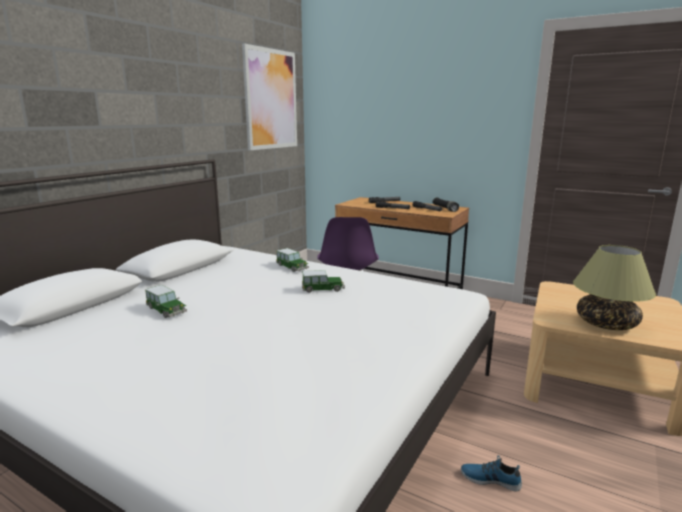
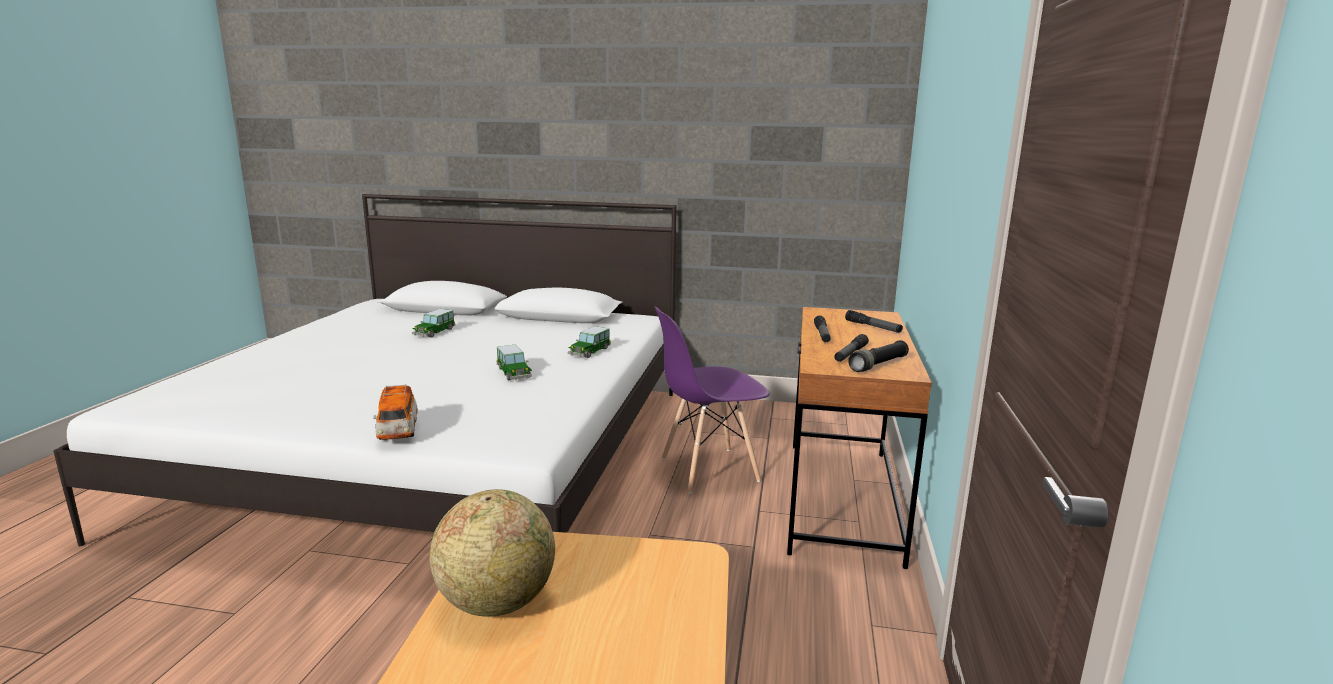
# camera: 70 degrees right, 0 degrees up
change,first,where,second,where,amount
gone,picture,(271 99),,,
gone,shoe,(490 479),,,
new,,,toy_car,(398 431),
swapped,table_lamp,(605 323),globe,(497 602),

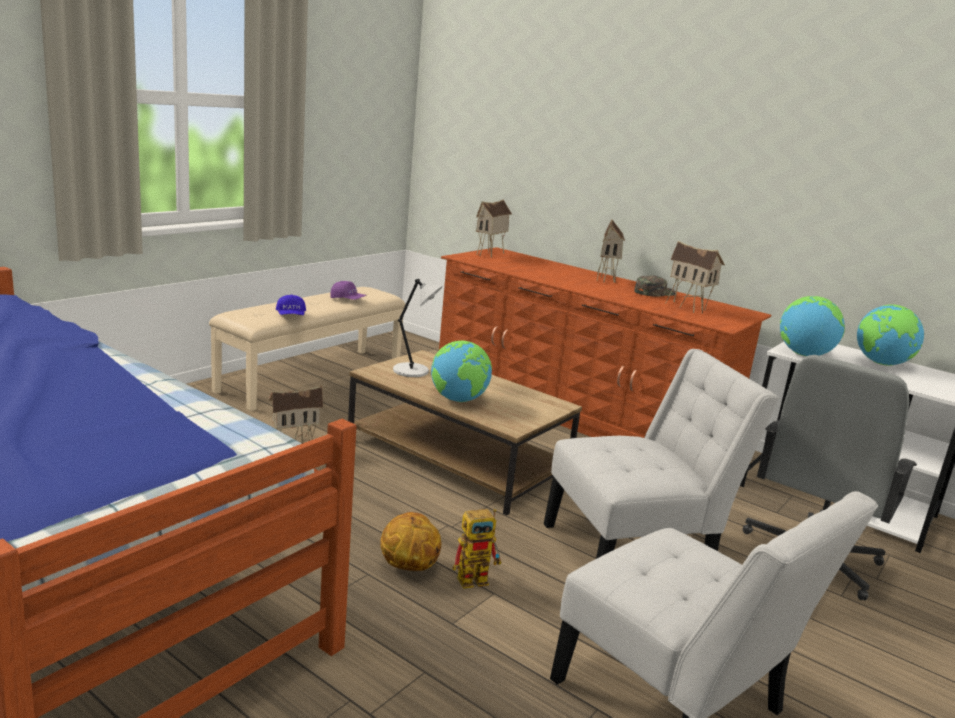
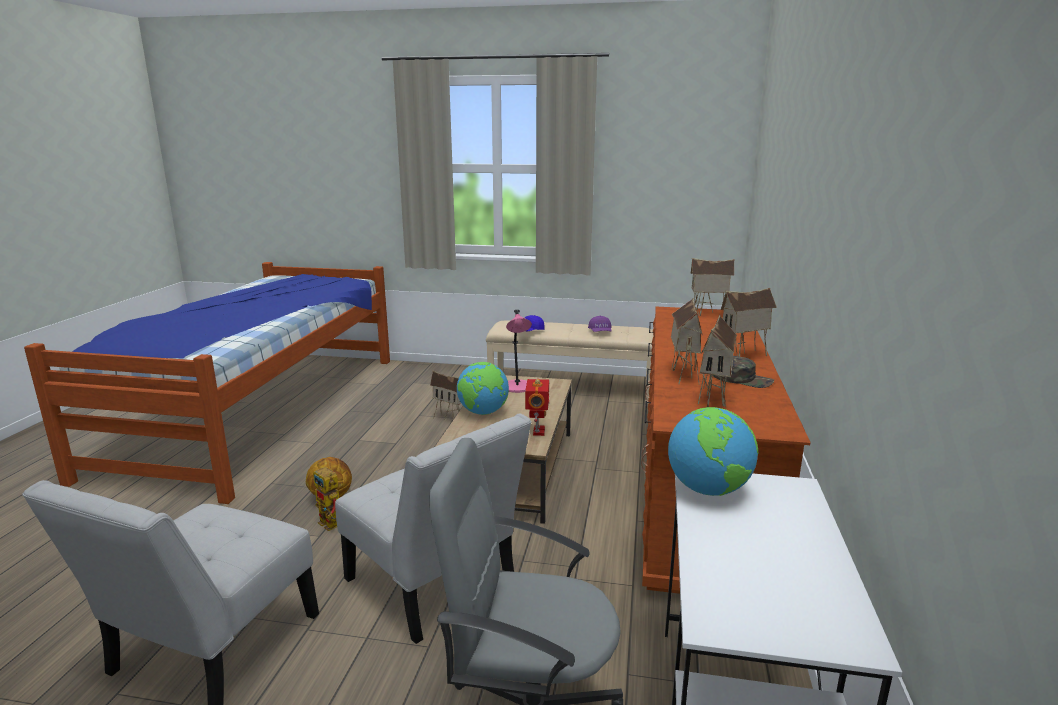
# camera: 65 degrees right, 0 degrees up
change,first,where,second,where,amount
gone,globe,(881 363),,,
new,,,toy_robot,(537 431),
new,,,toy_house,(683 375),
repainted,grey_table_lamp,(413 371),pink_table_lamp,(517 387),

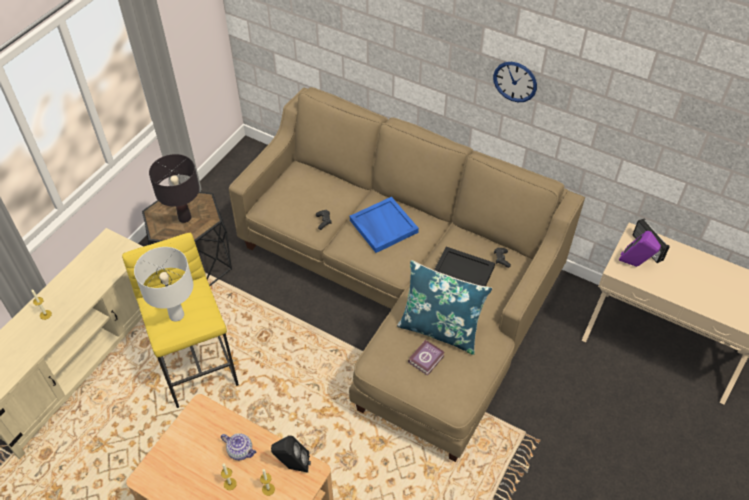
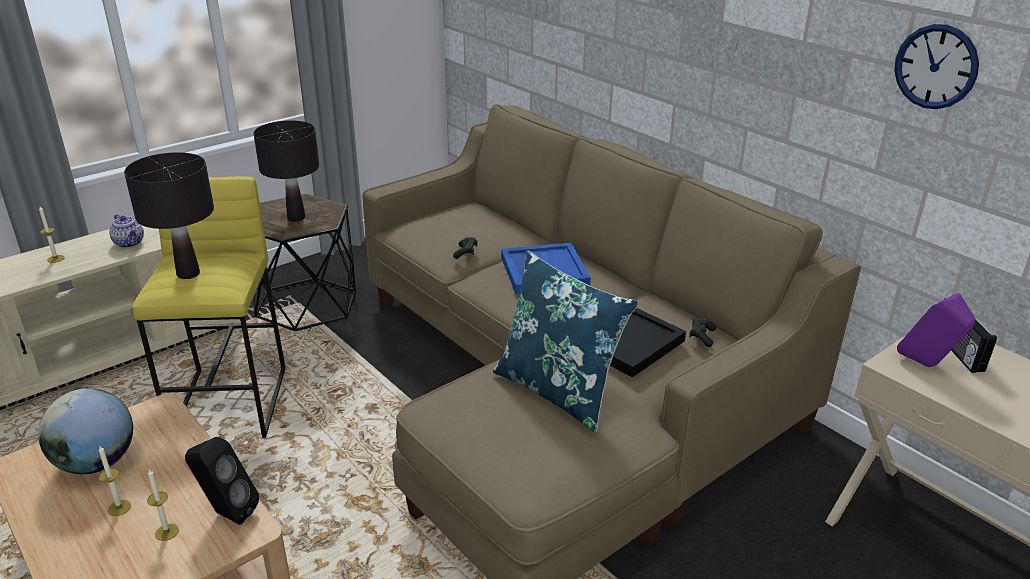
# camera: 20 degrees right, 20 degrees down
change,first,where,second,where,amount
gone,book,(427 359),,,
new,,,globe,(96 463),
shifted,teapot,(241 451),,(130 243),
shifted,wall_clock,(515 81),,(936 66),
repainted,white_table_lamp,(176 315),black_table_lamp,(188 273),

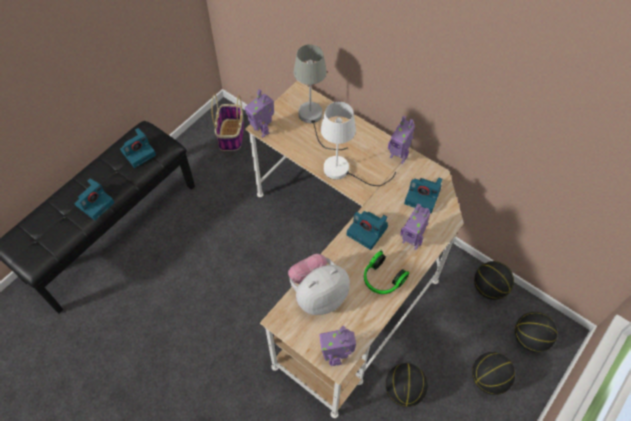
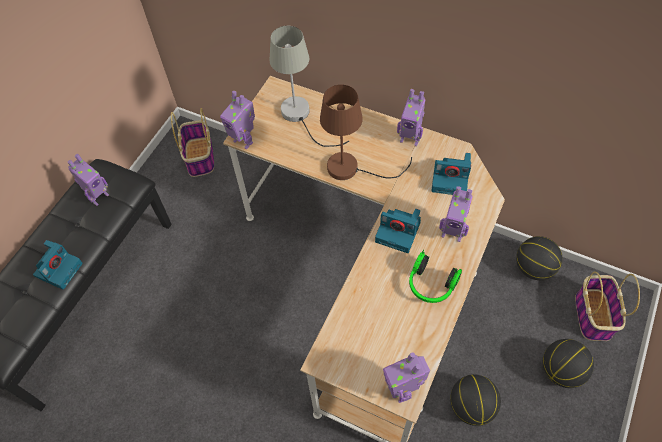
# camera: 10 degrees left, 0 degrees up
change,first,where,second,where,amount
gone,plush_toy,(318 294),,,
swapped,photo_camera,(138 152),toy_robot,(98 197),
swapped,basketball,(529 338),basket,(593 314),
repainted,white_table_lamp,(344 171),brown_table_lamp,(352 168),

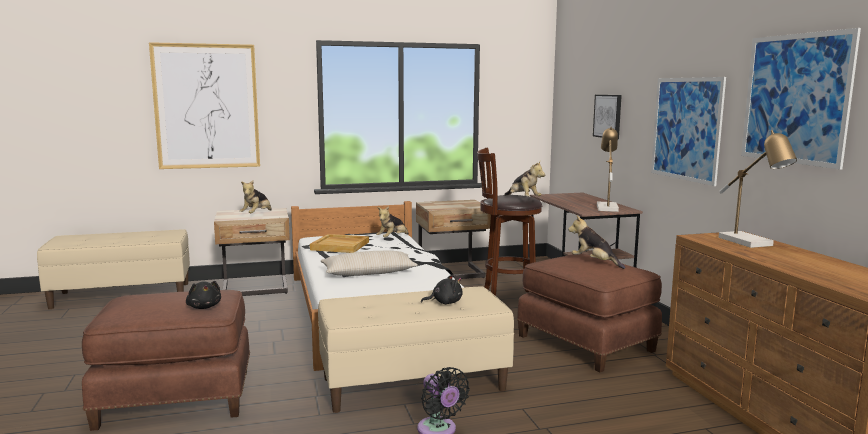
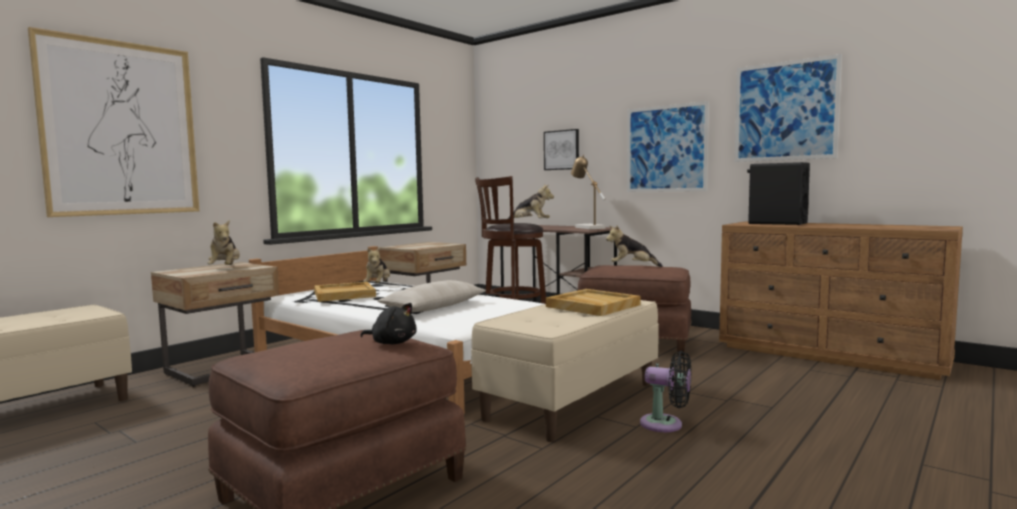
# camera: 35 degrees left, 5 degrees down
change,first,where,second,where,amount
swapped,black_plush_toy,(445 303),beige_tray,(592 306),
swapped,table_lamp,(751 243),black_speaker,(777 223),

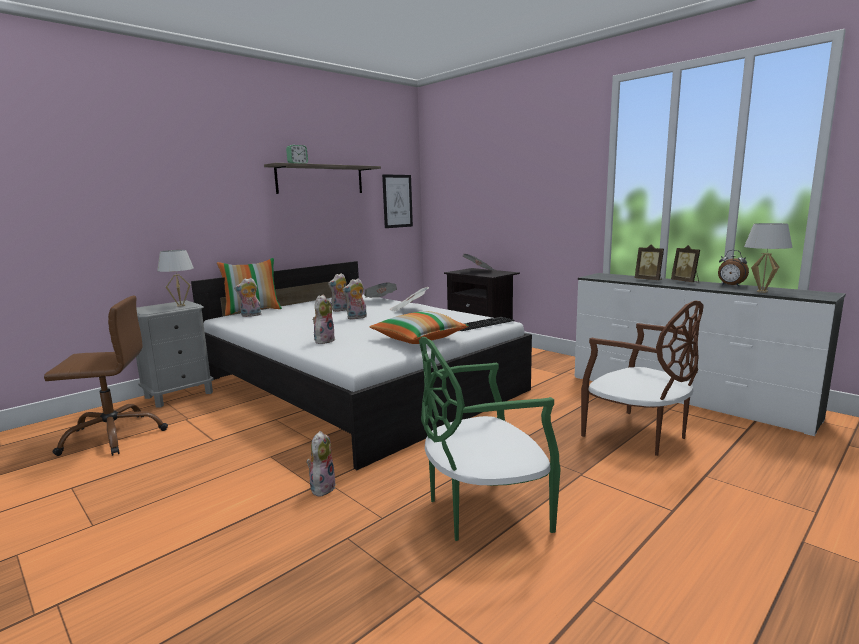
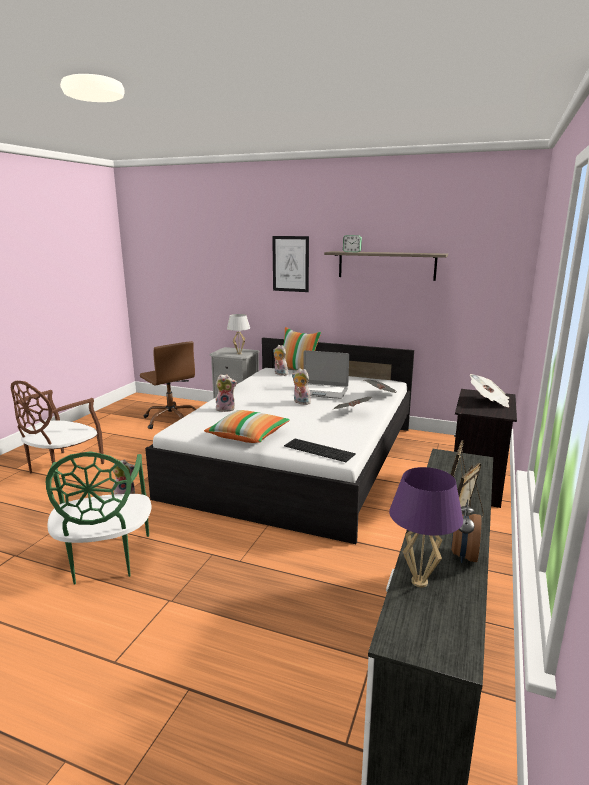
# camera: 65 degrees right, 5 degrees up
change,first,where,second,where,amount
shifted,picture,(397 201),,(290 264),
shifted,brown_chair,(638 435),,(62 467),
swapped,plush_toy,(341 310),laptop,(321 392),
repainted,white_table_lamp,(762 291),purple_table_lamp,(419 581),
rotated,green_chair,(483 509),,(105 560),150 degrees counterclockwise

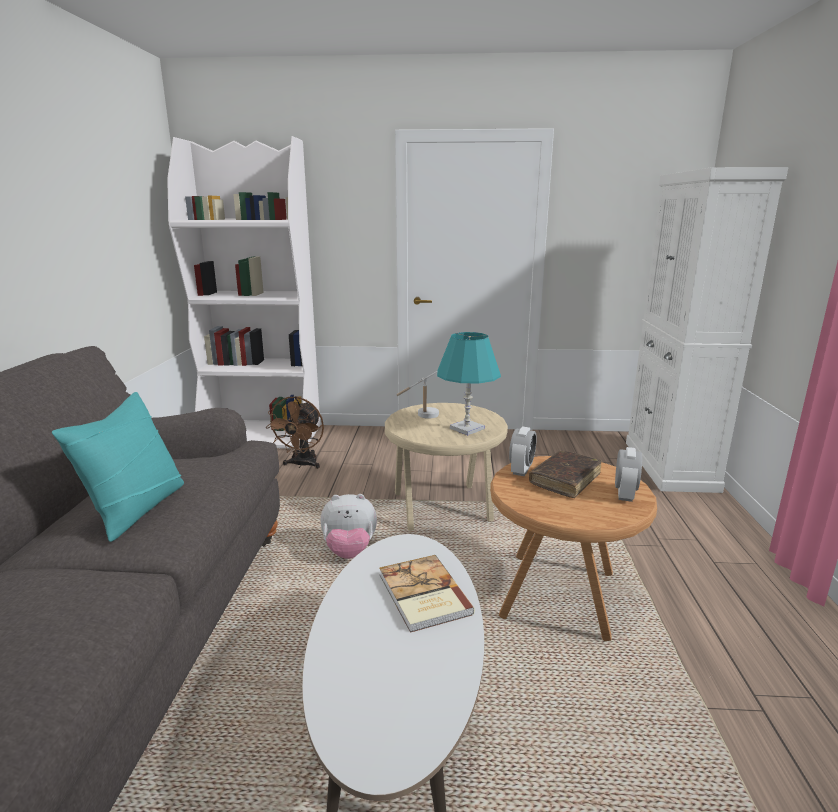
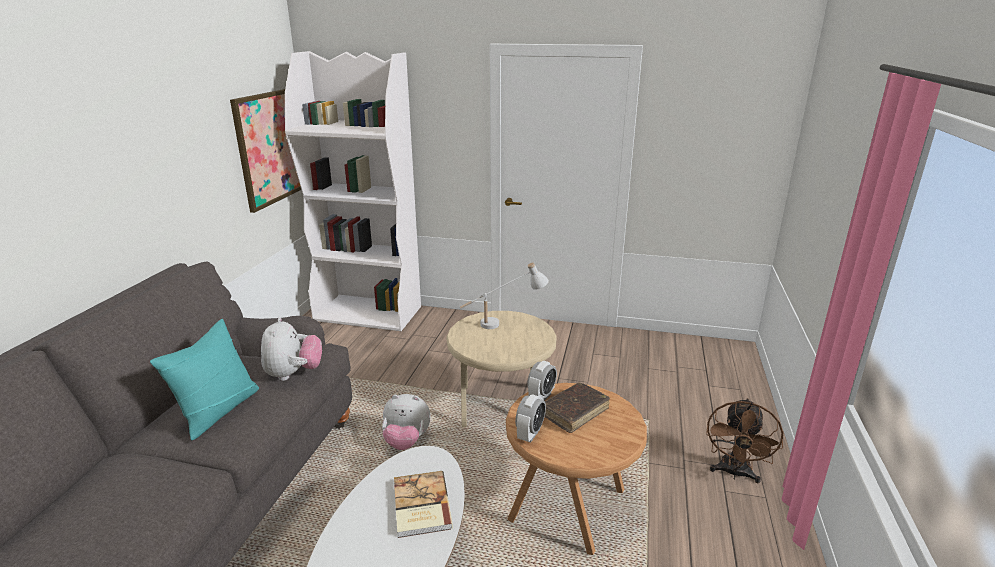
# camera: 10 degrees right, 5 degrees up
change,first,where,second,where,amount
gone,turquoise_table_lamp,(467 429),,,
gone,white_cabinet,(669 466),,,
new,,,picture,(272 147),
new,,,plush_toy,(294 374),
shifted,brown_fan,(302 465),,(734 473),
shifted,alarm_clock,(624 494),,(530 434),

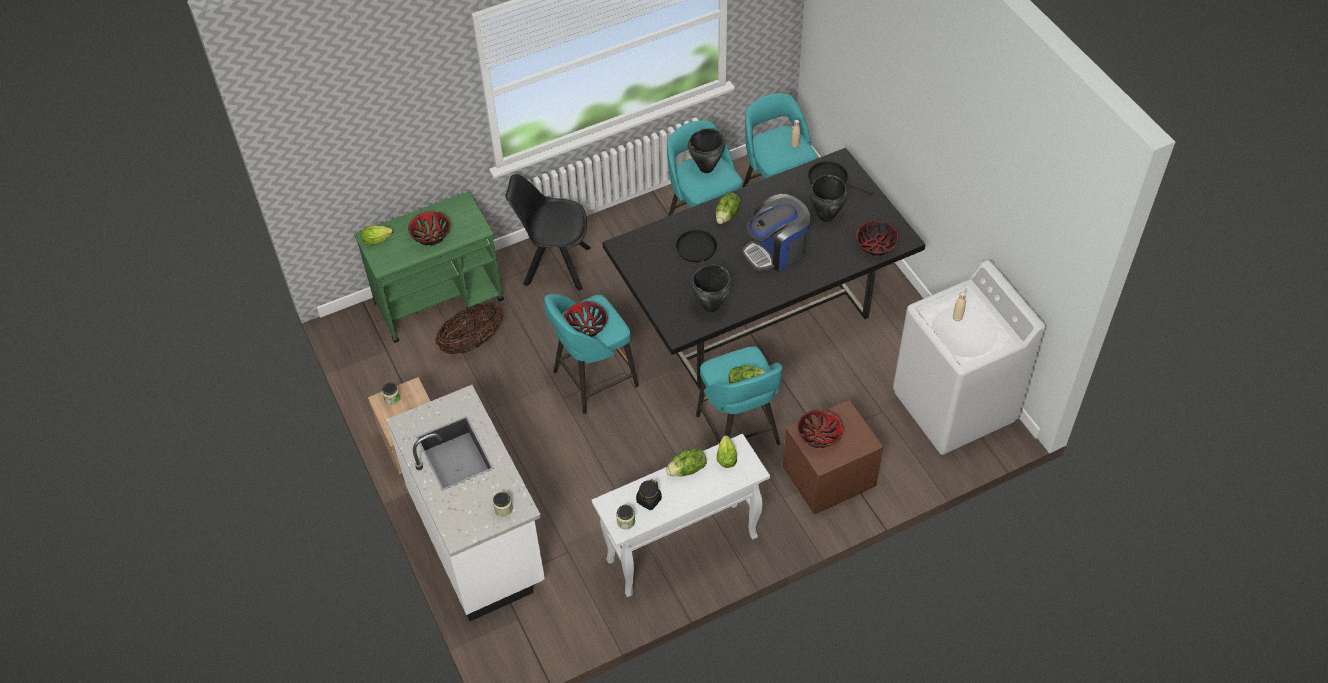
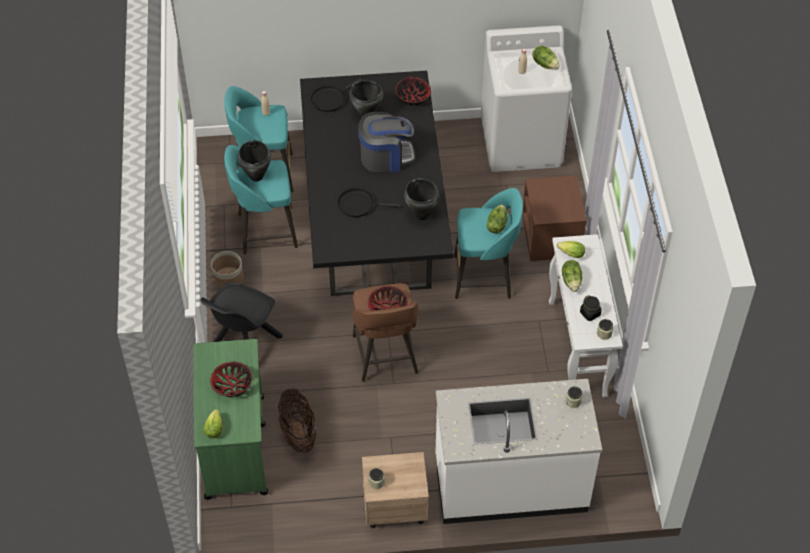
# camera: 70 degrees left, 0 degrees up
change,first,where,second,where,amount
gone,bowl,(819 435),,,
new,,,planter,(228 278),
shifted,lettuce,(727 215),,(545 64),
repainted,turquoise_stool,(593 380),brown_stool,(385 356),
rotated,coffee_machine,(776 251),,(386 156),90 degrees counterclockwise

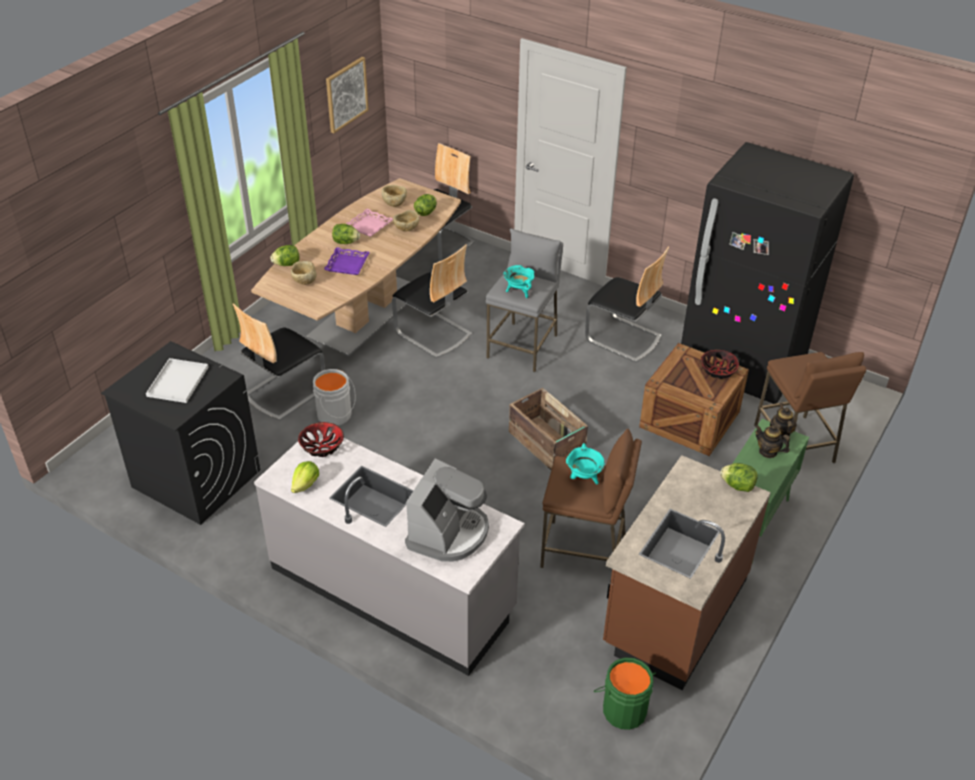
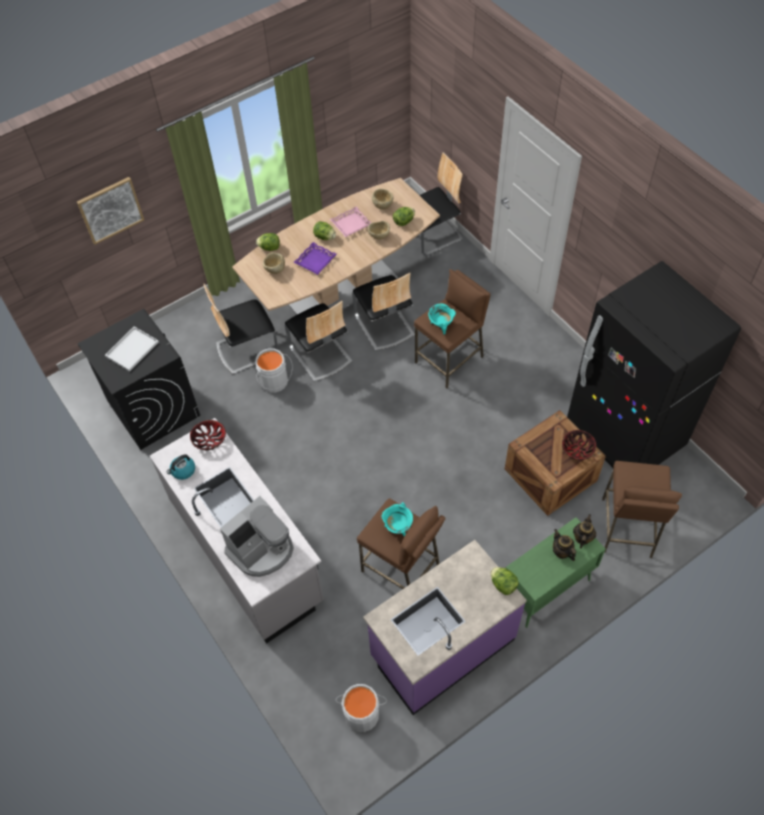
# camera: 25 degrees right, 15 degrees up
change,first,where,second,where,amount
gone,crate,(546 443),,,
shifted,picture,(346 94),,(110 210),
shifted,chair,(623 338),,(320 355),
swapped,lettuce,(306 485),kettle,(183 471),
repainted,grey_stool,(523 346),brown_stool,(450 360),
repainted,green_bucket,(623 708),grey_bucket,(362 713),
repainted,brown_counter,(674 612),purple_counter,(442 647),

